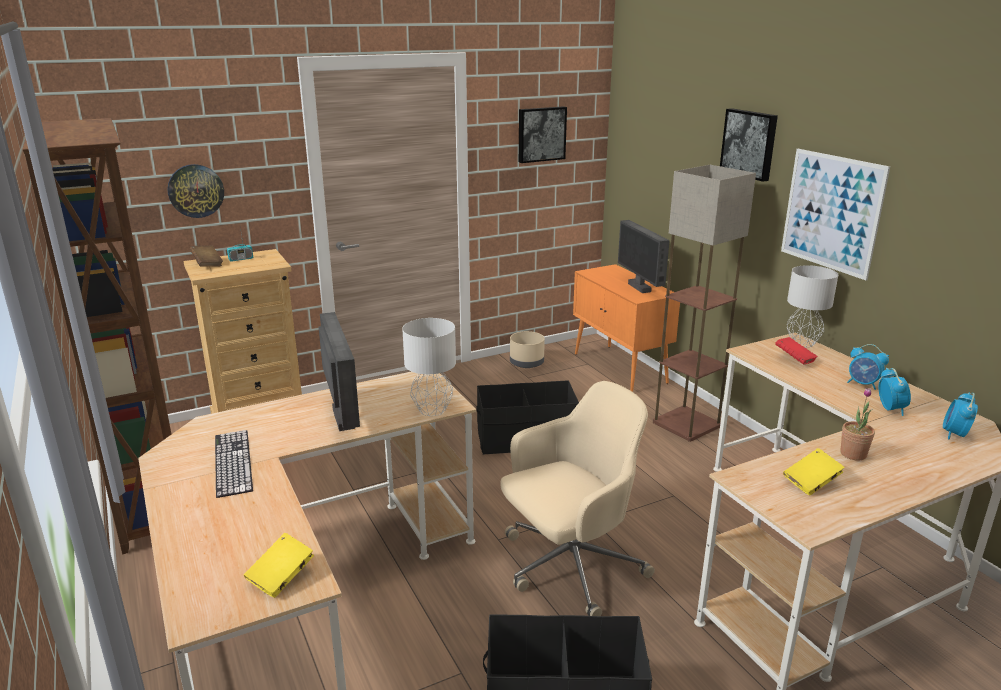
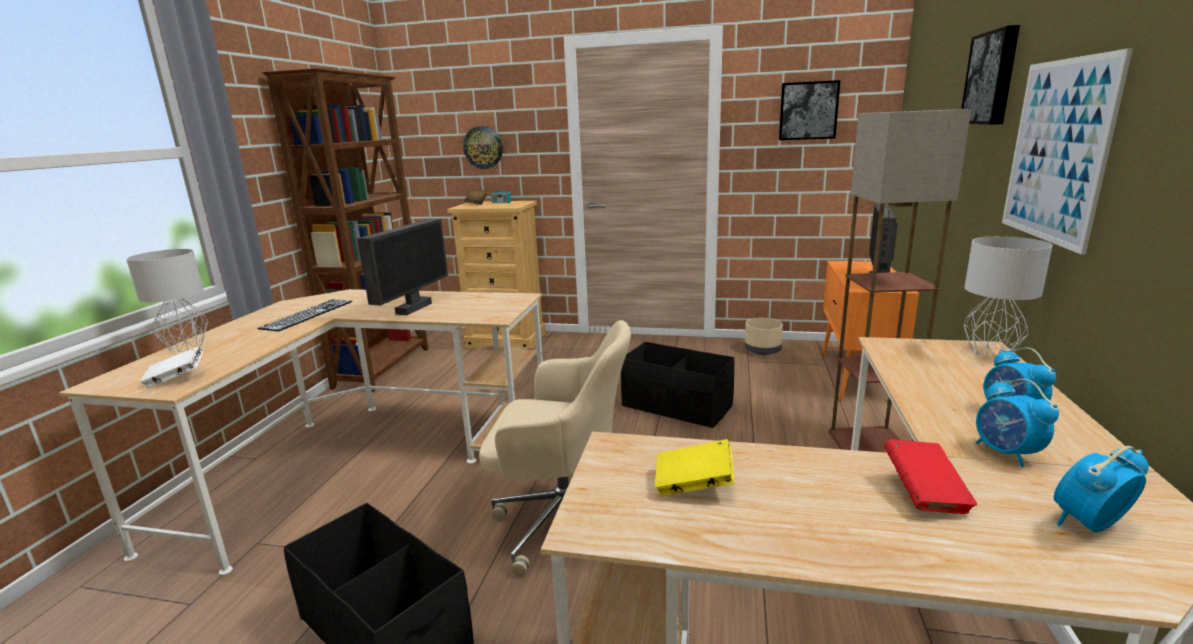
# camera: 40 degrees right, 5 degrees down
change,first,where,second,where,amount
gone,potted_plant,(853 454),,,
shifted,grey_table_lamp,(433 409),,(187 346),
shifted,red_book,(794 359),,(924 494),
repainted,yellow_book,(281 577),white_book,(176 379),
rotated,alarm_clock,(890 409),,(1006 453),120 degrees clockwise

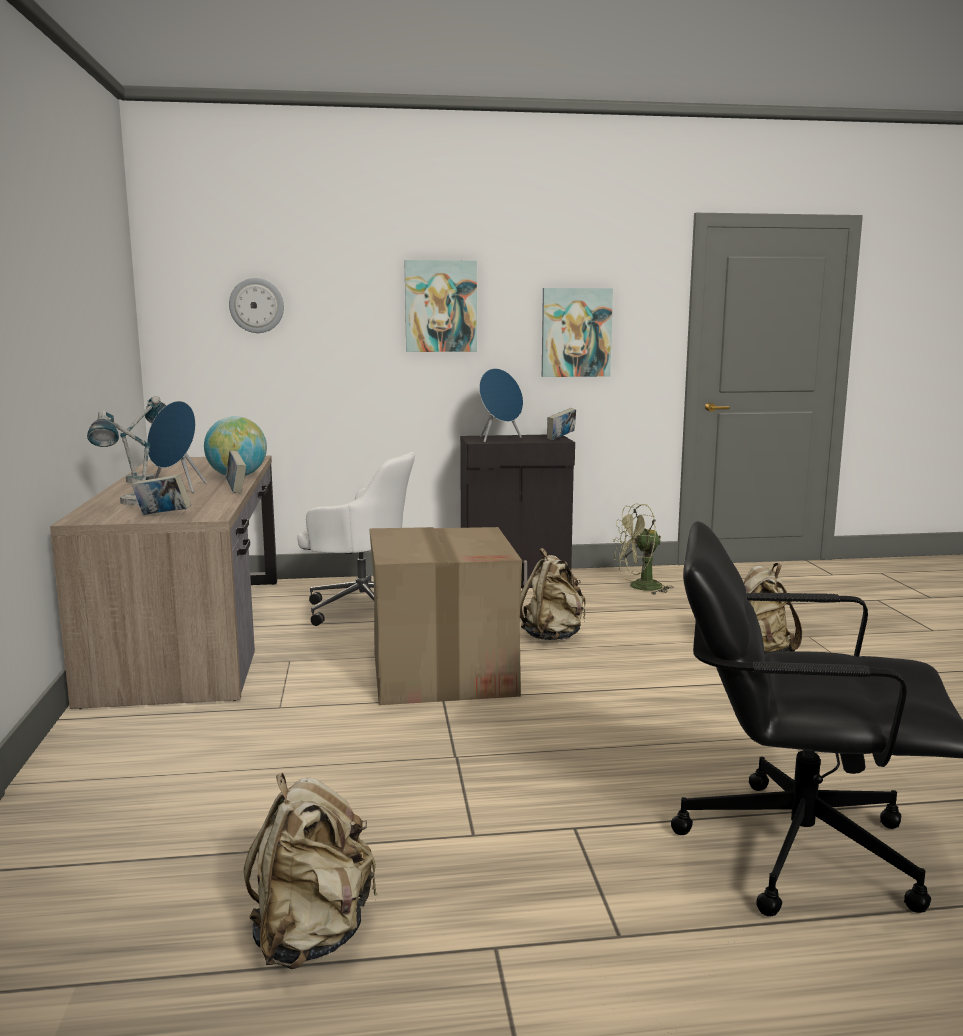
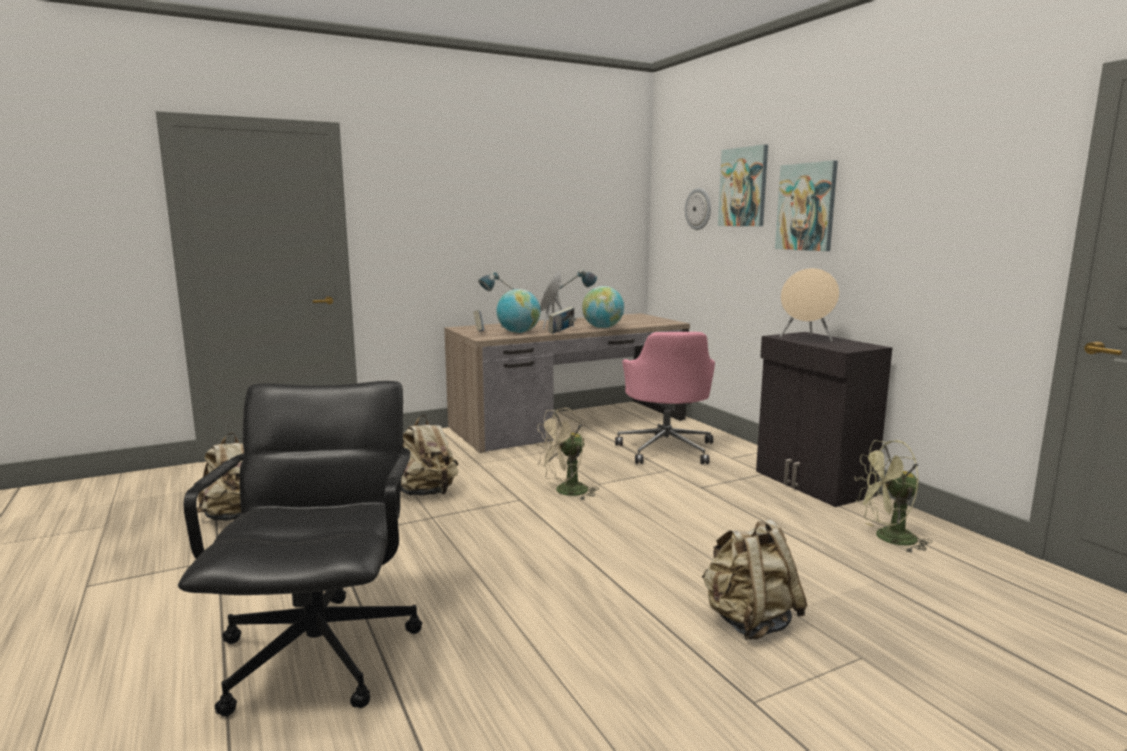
# camera: 70 degrees right, 0 degrees up
change,first,where,second,where,amount
gone,book,(561 438),,,
new,,,globe,(518 332),
shifted,beige_backpack,(553 636),,(426 493),
shifted,picture,(576 332),,(743 187),
swapped,cardboard_box,(443 672),beige_fan,(565 492),
repainted,white_office_chair,(361 608),pink_office_chair,(666 449),
repainted,blue_speaker,(499 439),beige_speaker,(806 338),
rotated,green_fan,(639 587),,(888 538),60 degrees counterclockwise

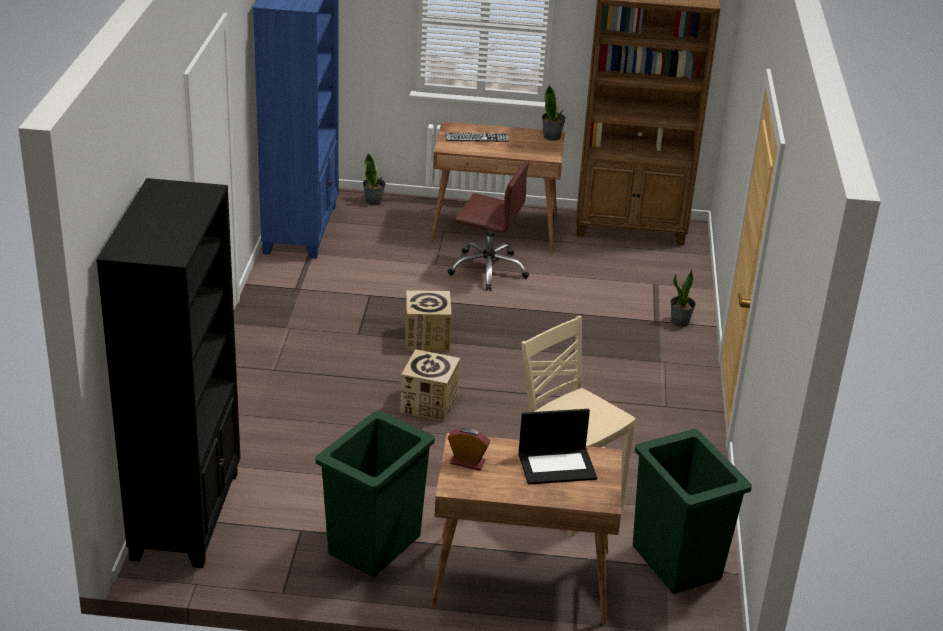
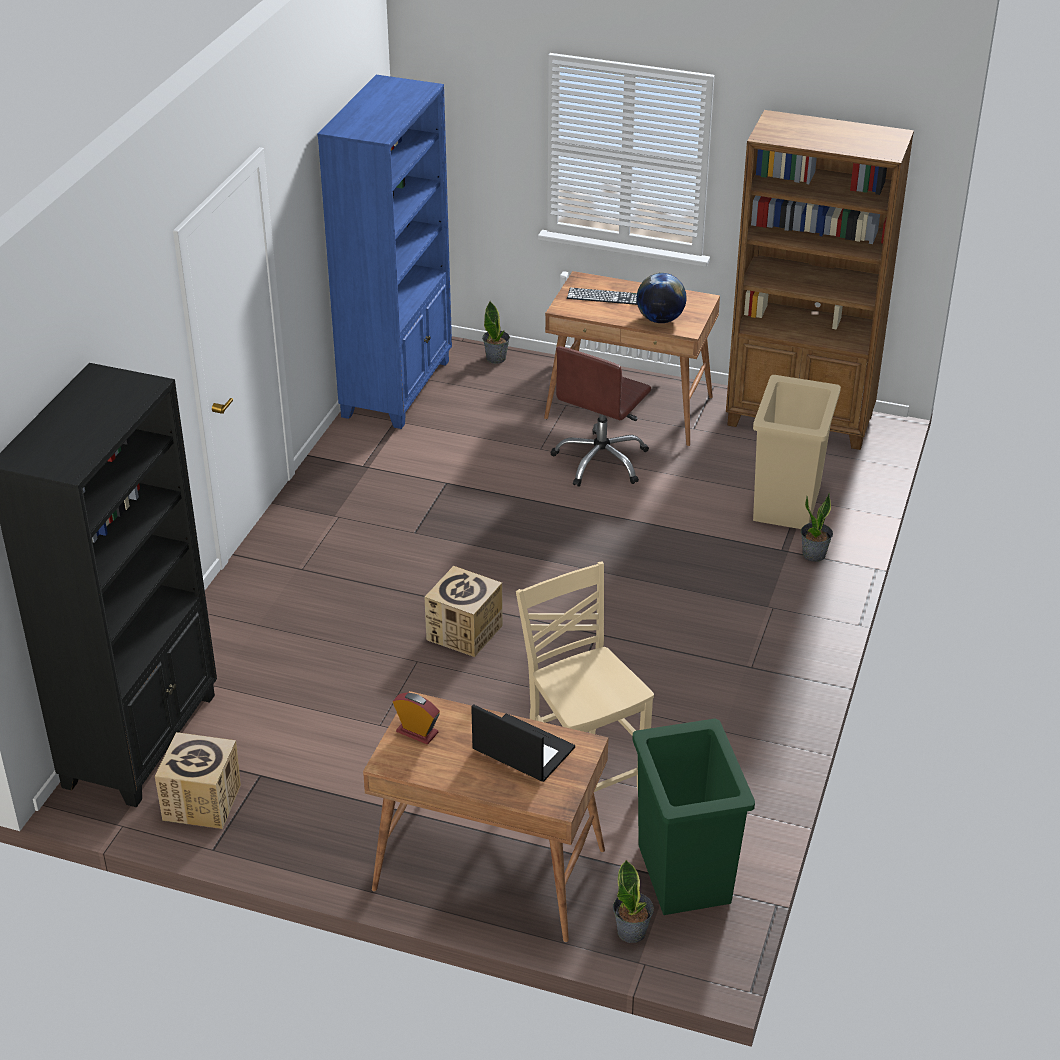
# camera: 15 degrees right, 5 degrees up
change,first,where,second,where,amount
gone,green_trash_can,(373 545),,,
new,,,globe,(660 319),
new,,,beige_trash_can,(788 504),
shifted,cardboard_box,(427 339),,(202 802),
shifted,potted_plant,(552 136),,(632 931),
rotated,brown_office_chair,(488 269),,(601 461),90 degrees clockwise
rotated,laptop,(557 465),,(522 749),150 degrees counterclockwise

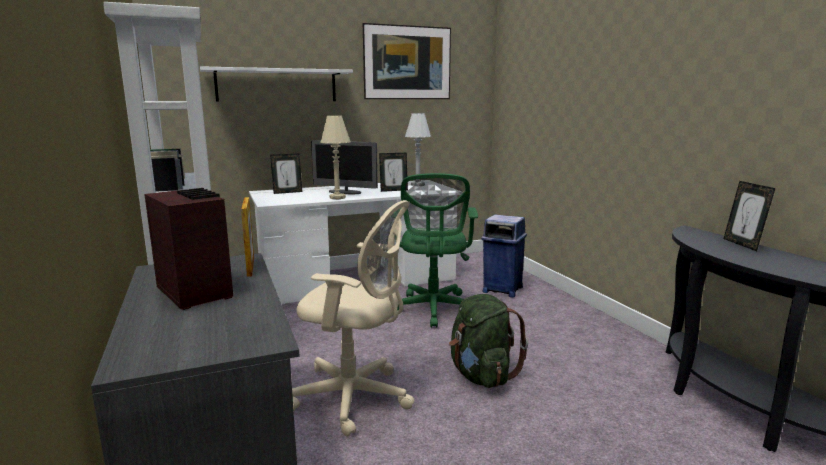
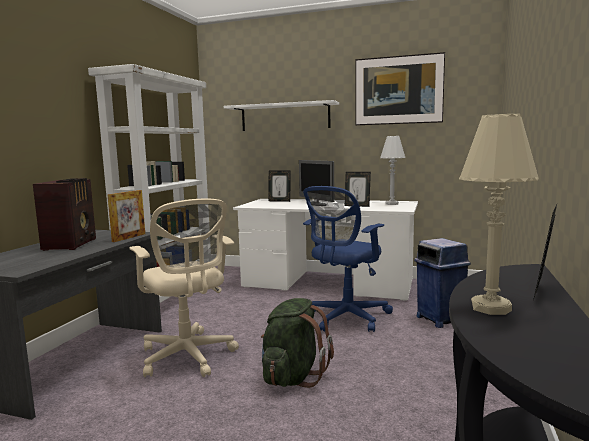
# camera: 40 degrees right, 5 degrees down
change,first,where,second,where,amount
shifted,beige_table_lamp,(337 197),,(490 308),
repainted,green_office_chair,(433 310),blue_office_chair,(345 318),

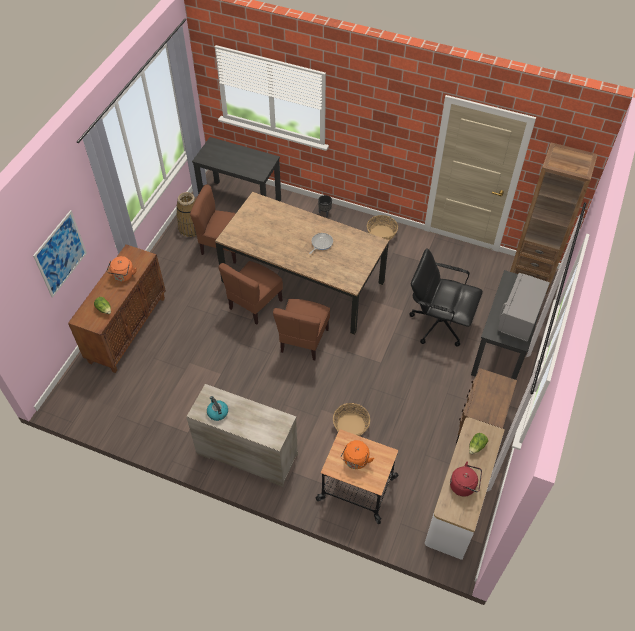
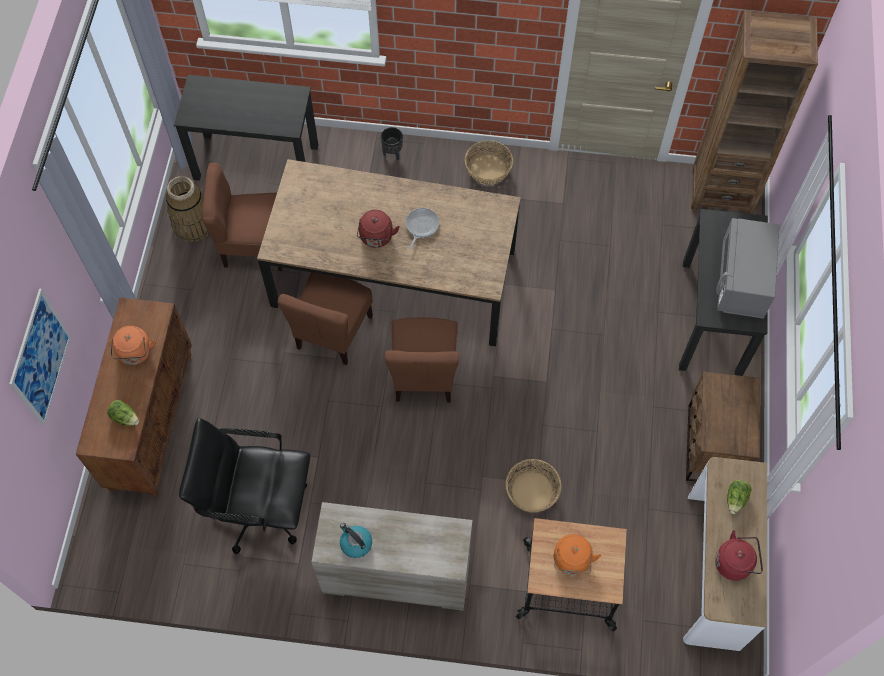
# camera: 15 degrees left, 10 degrees up
change,first,where,second,where,amount
new,,,red_kettle,(376 238),
shifted,black_office_chair,(438 323),,(259 507),

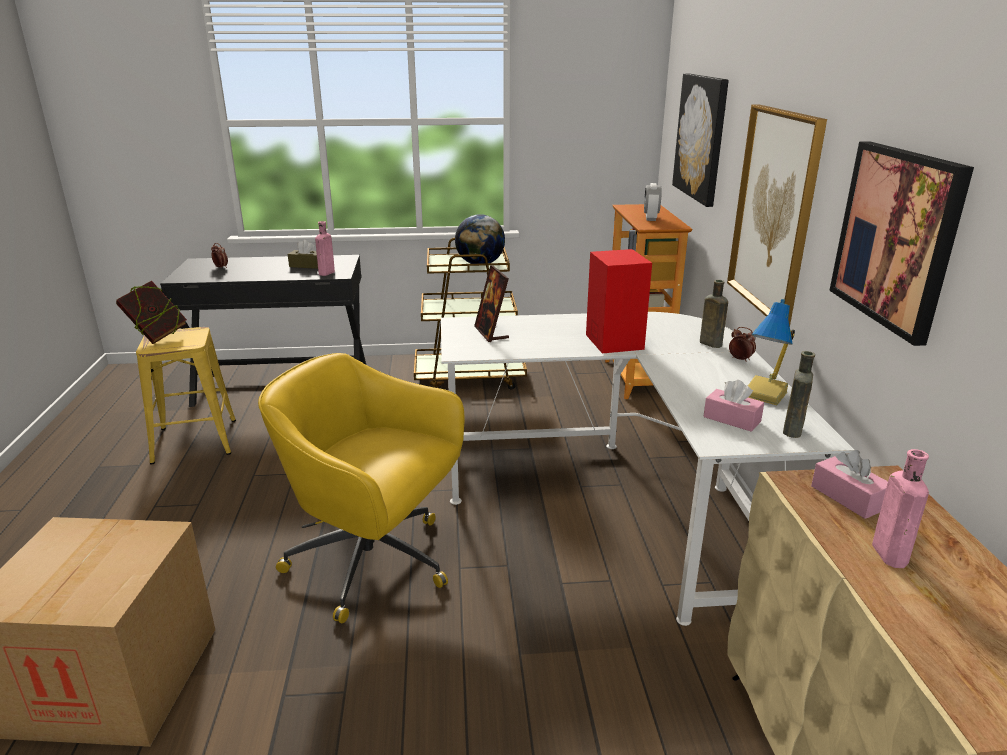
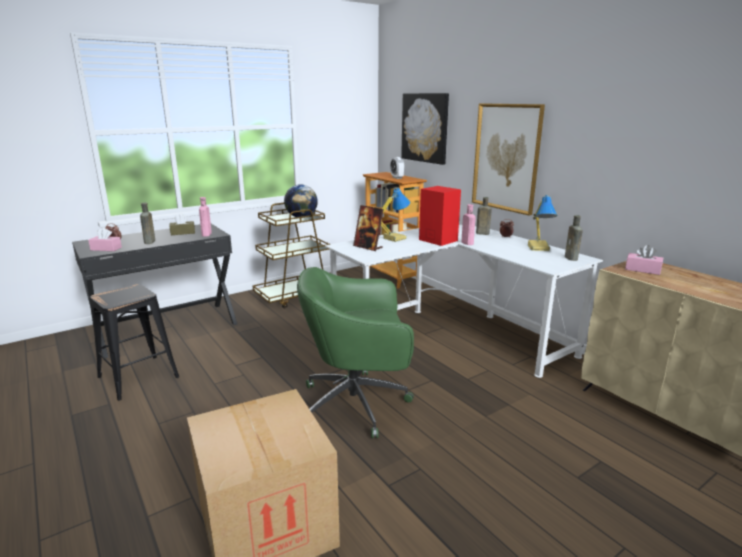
# camera: 30 degrees left, 5 degrees down
change,first,where,second,where,amount
gone,book,(157 336),,,
gone,picture,(896 238),,,
new,,,brown_bottle,(149 242),
new,,,table_lamp,(394 238),
shifted,pink_tissue_box,(732 419),,(106 249),
shifted,pink_bottle,(888 552),,(466 243),
repainted,yellow_stool,(195 441),black_stool,(138 377),
repainted,yellow_office_chair,(374 563),green_office_chair,(357 403),

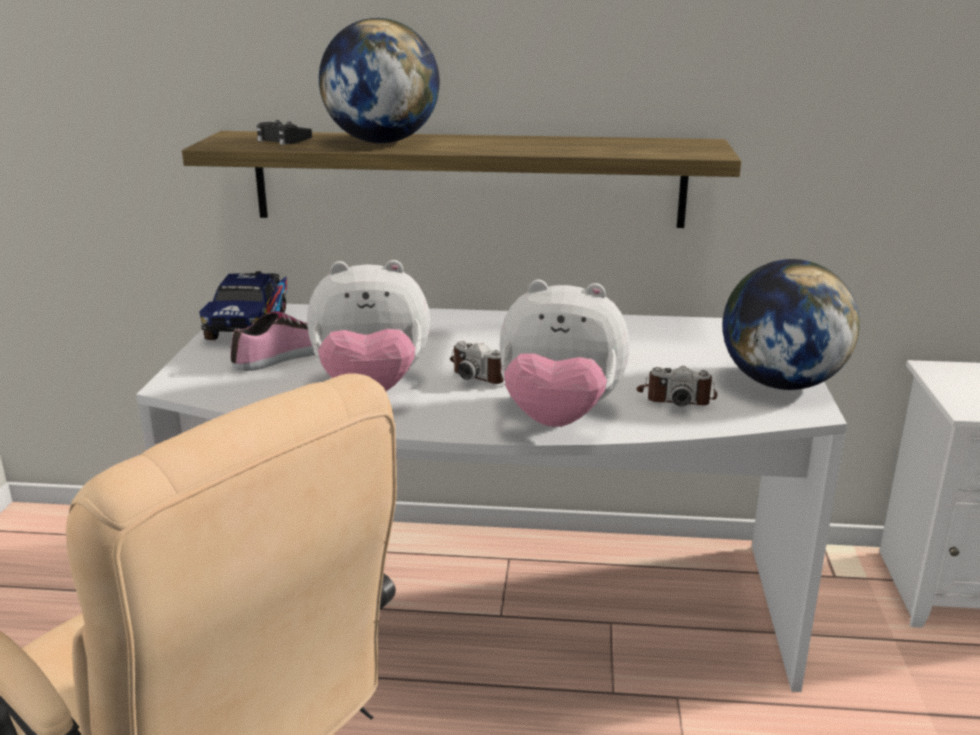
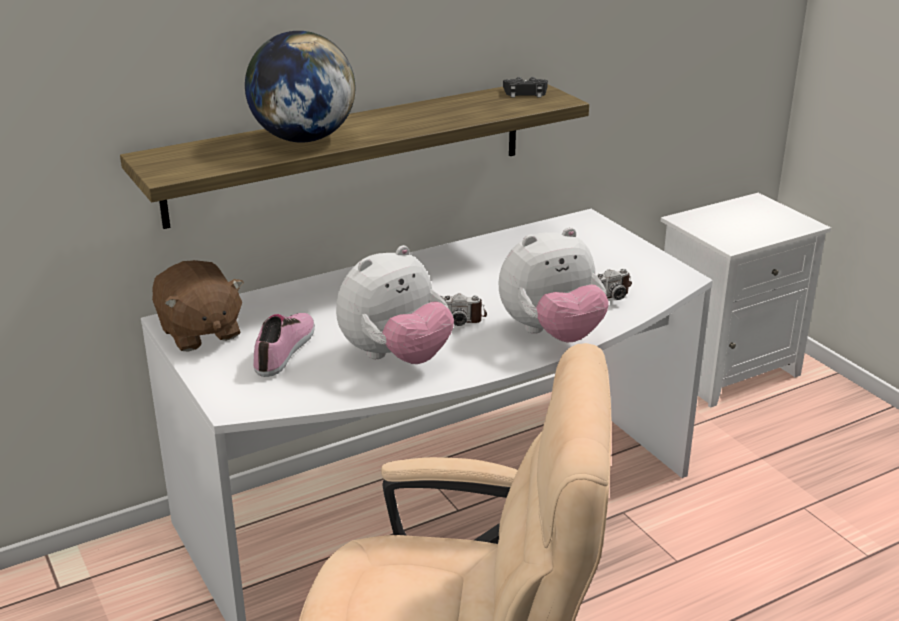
# camera: 35 degrees left, 5 degrees up
change,first,where,second,where,amount
gone,globe,(781 383),,,
shifted,black_game_controller,(282 140),,(525 93),
swapped,toy_truck,(250 323),brown_plush_toy,(199 333),

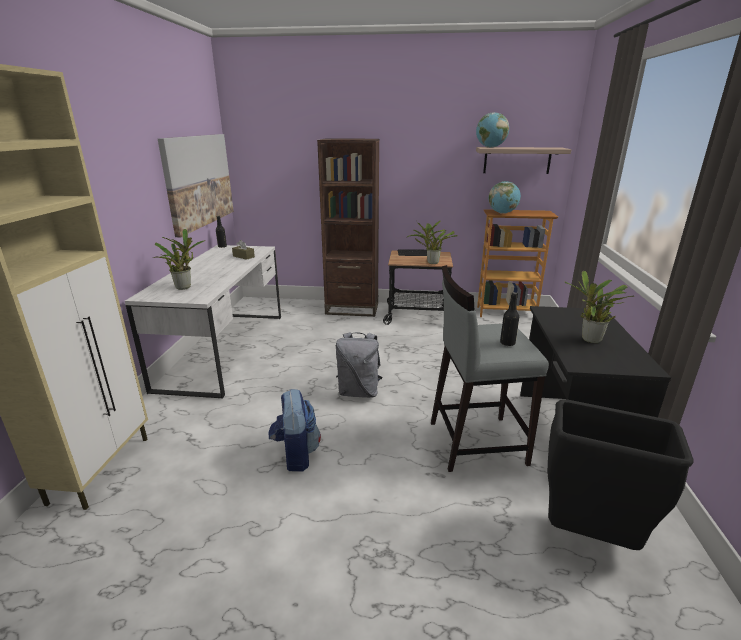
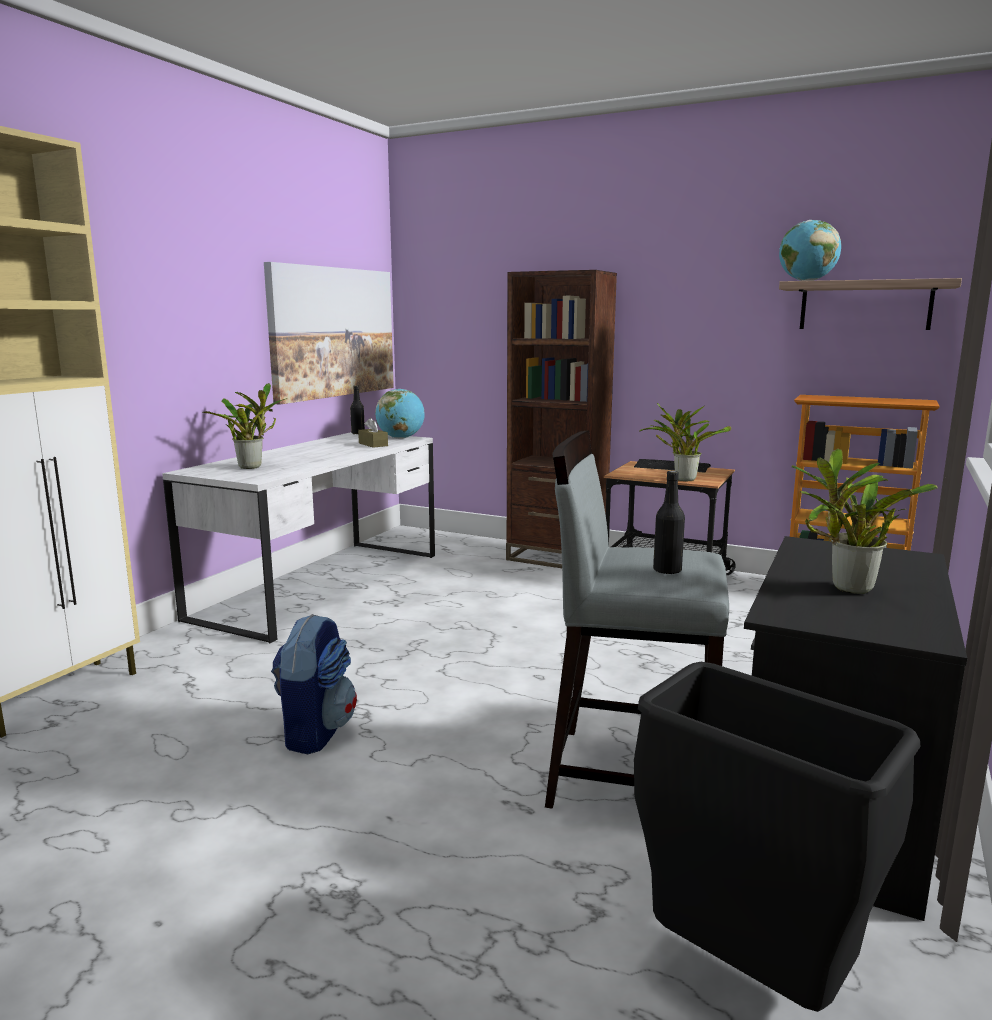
# camera: 20 degrees right, 10 degrees down
change,first,where,second,where,amount
gone,grey_backpack,(359 392),,,
shifted,globe,(502 213),,(401 438),

